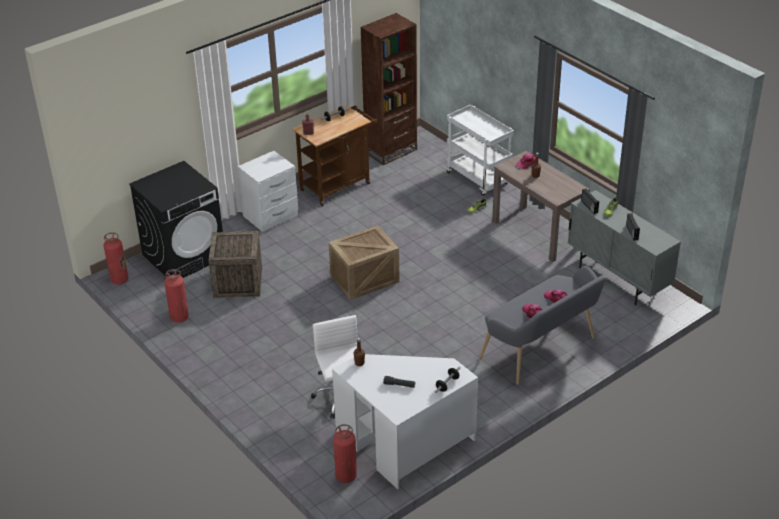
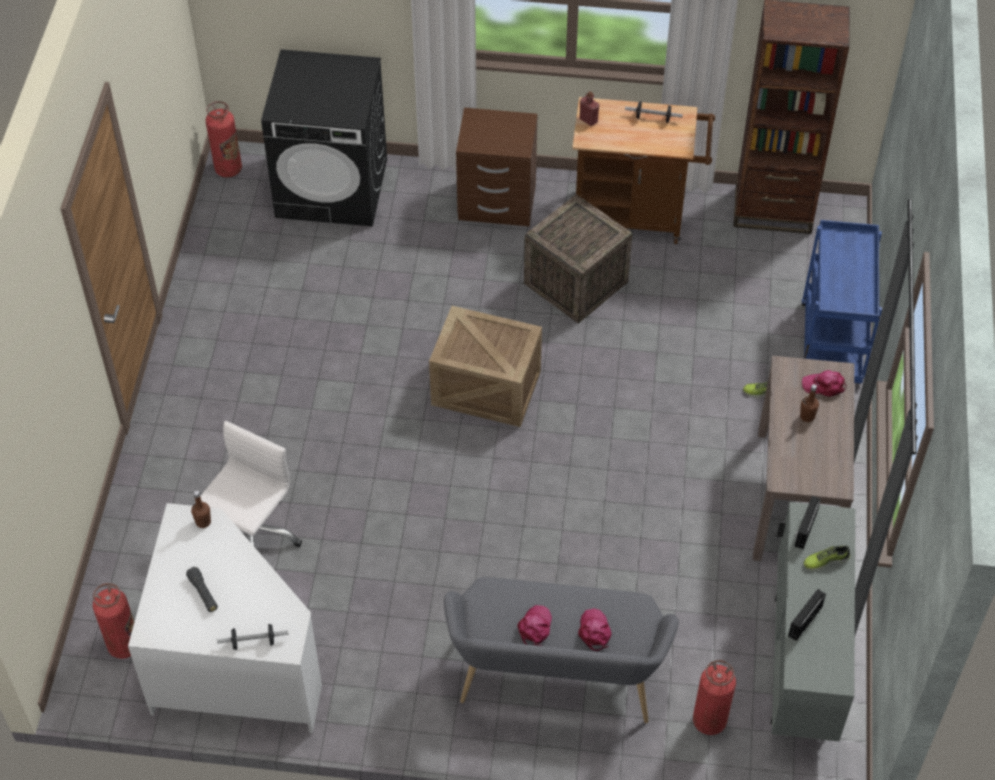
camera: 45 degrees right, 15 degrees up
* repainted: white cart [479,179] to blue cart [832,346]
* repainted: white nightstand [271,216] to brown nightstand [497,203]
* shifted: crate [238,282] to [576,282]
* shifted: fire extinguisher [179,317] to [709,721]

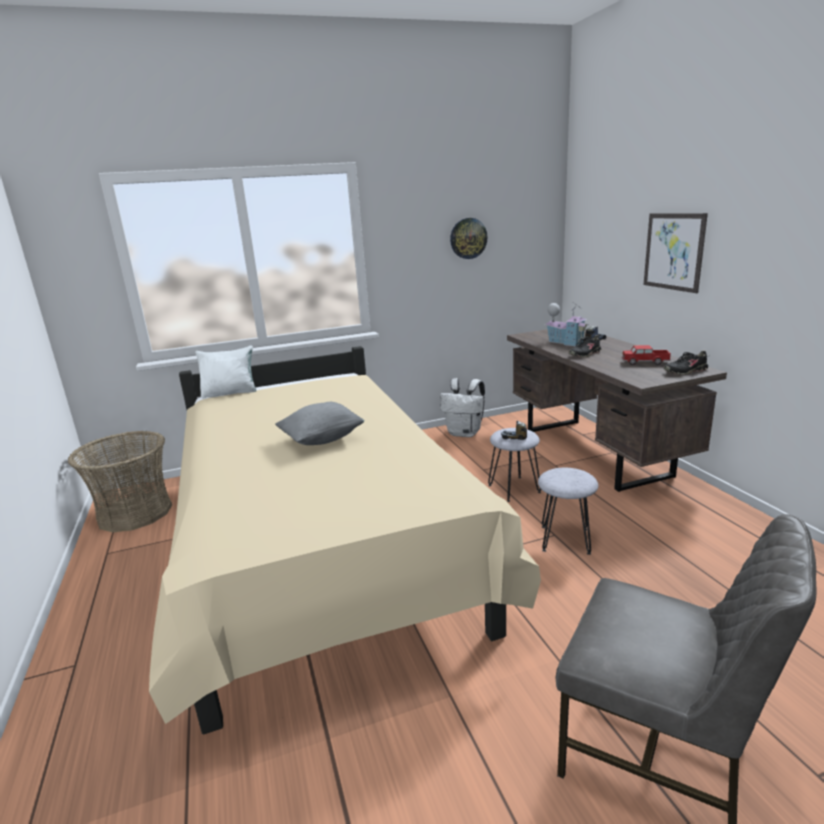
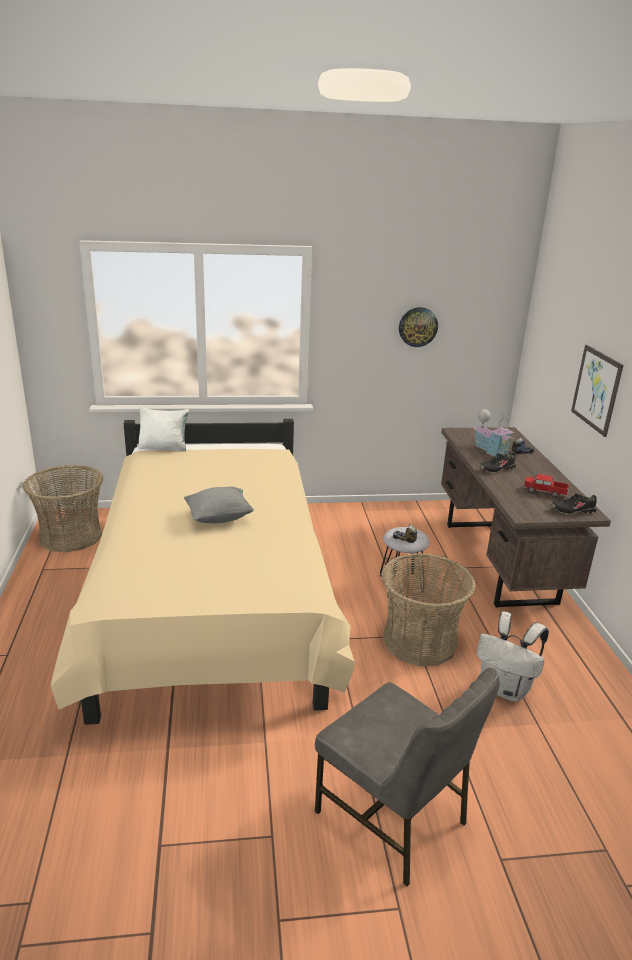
camera: 10 degrees right, 5 degrees up
* shifted: white backpack [465,433] to [505,689]
* swapped: grey stool [564,539] to basket [419,641]

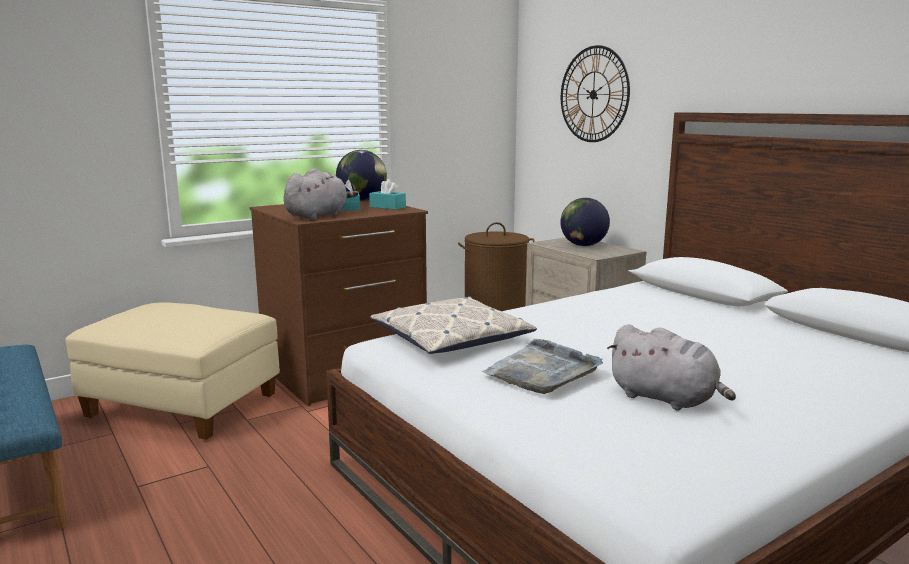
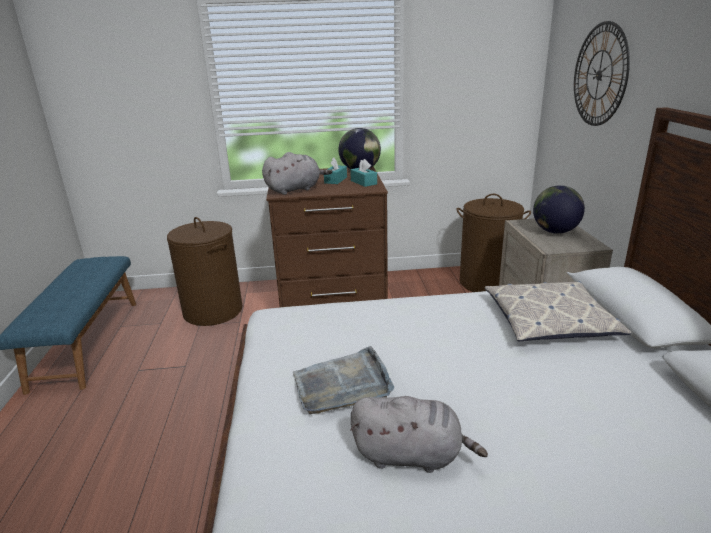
camera: 30 degrees right, 10 degrees up
* shifted: pillow [451,338] to [549,321]
* swapped: beige ottoman [184,406] to brown laundry basket [213,311]
* rotated: grey plush toy [666,399] = [411,455] 60 degrees counterclockwise

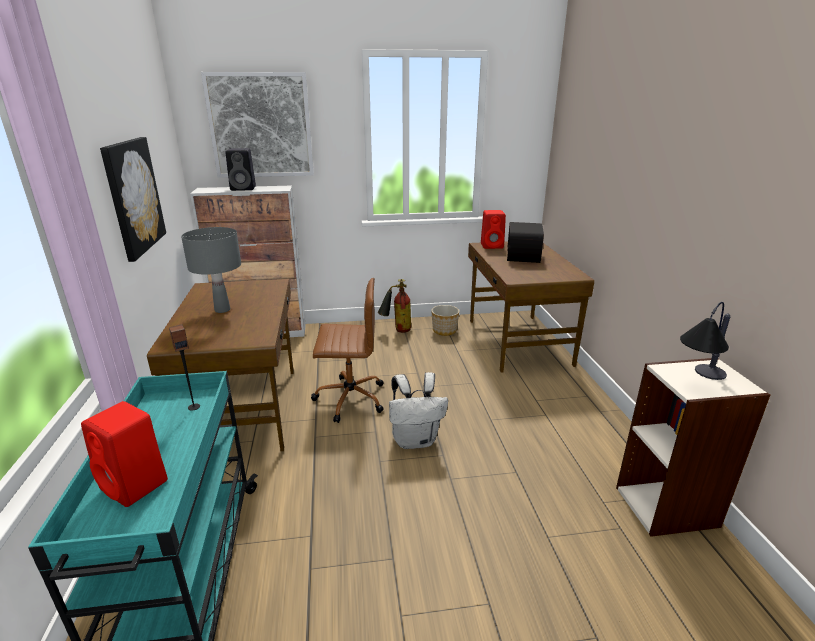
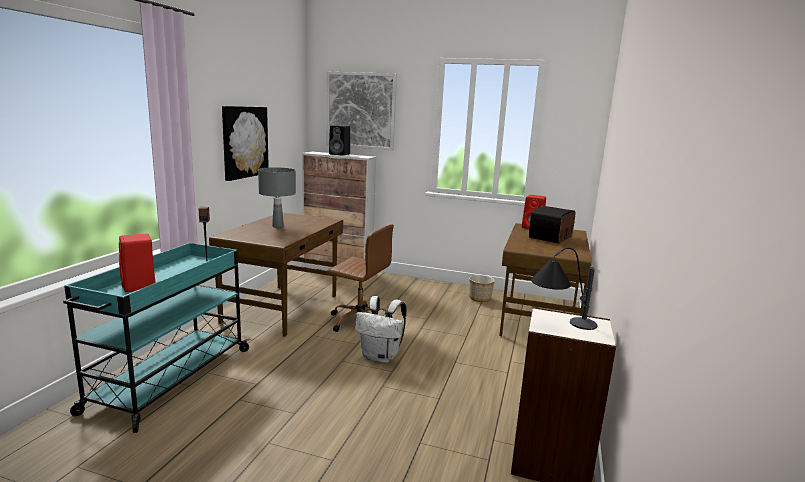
camera: 25 degrees right, 10 degrees down
* gone: fire extinguisher [396,330]

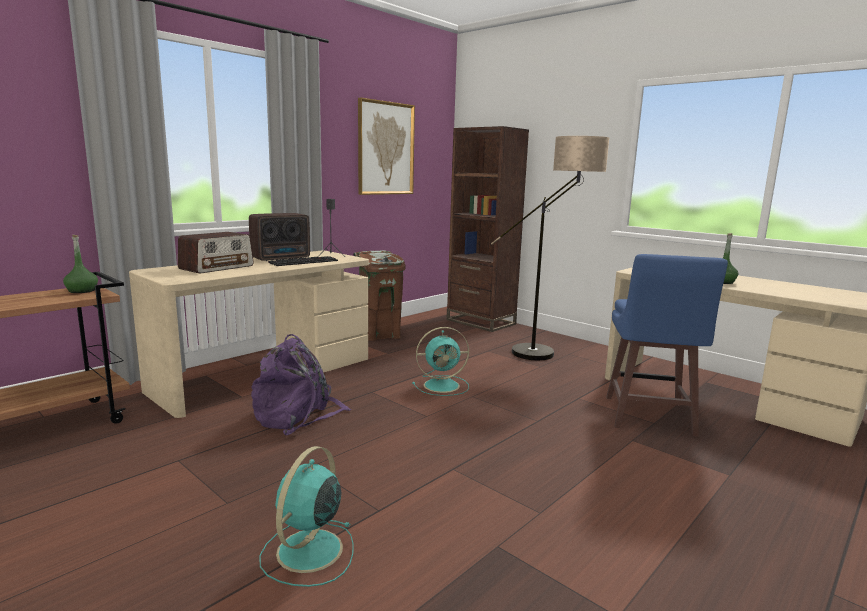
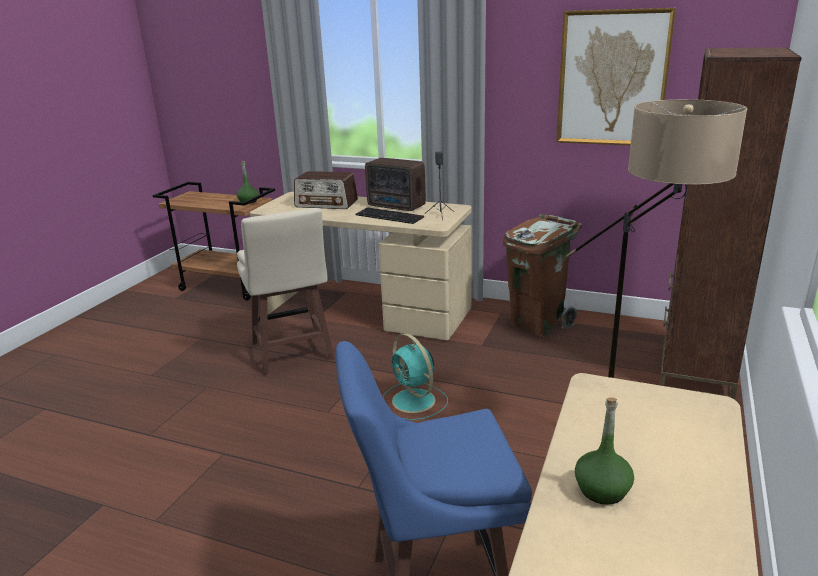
camera: 70 degrees right, 10 degrees up
* swapped: purple backpack [298,415] to beige stool [292,352]
* gone: turquoise fan [308,552]

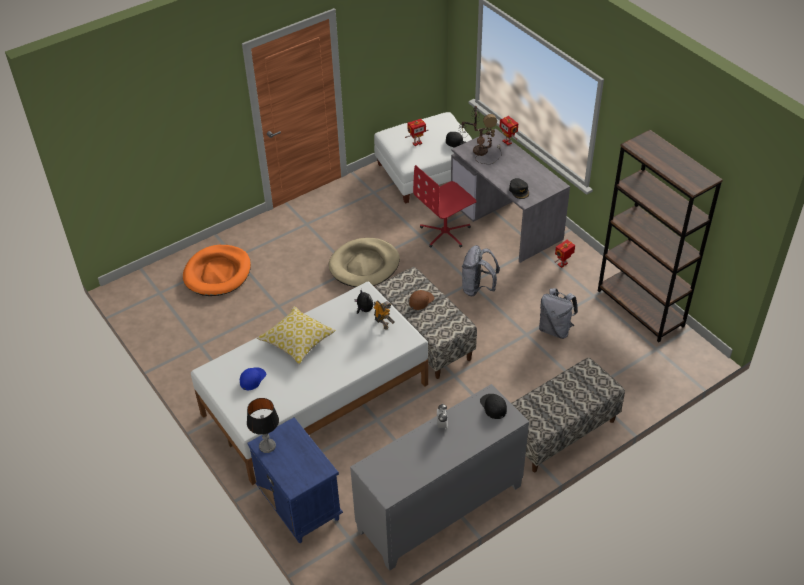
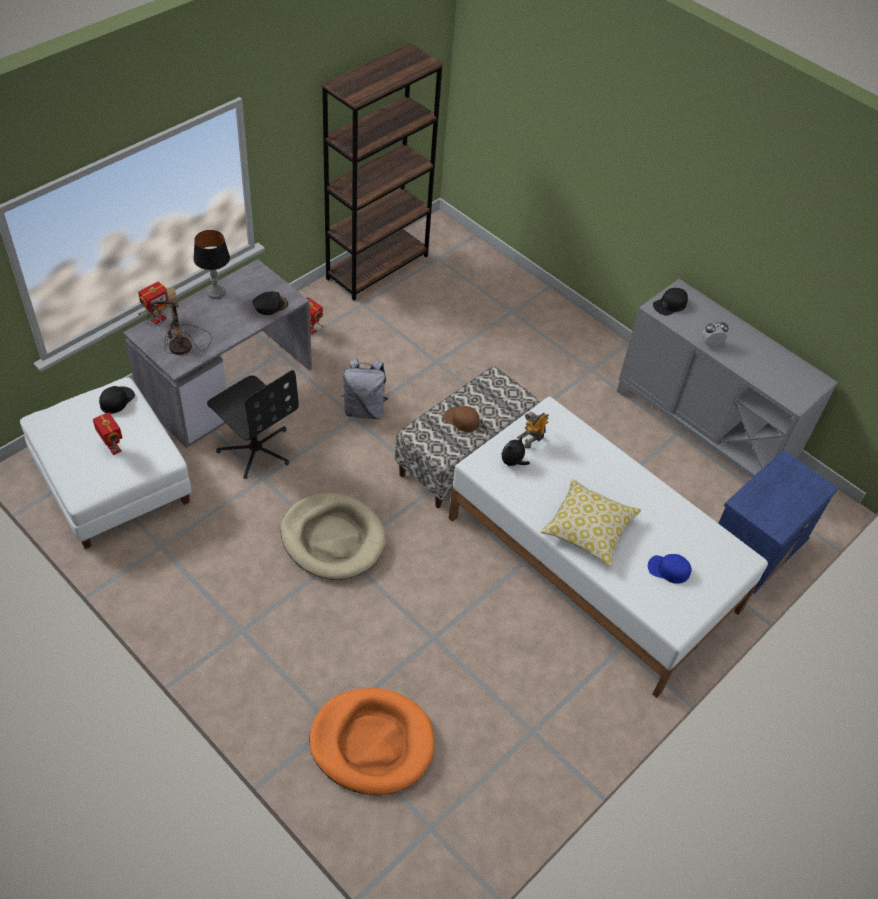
camera: 105 degrees left, 5 degrees up
* repainted: red office chair [445,233] to black office chair [256,449]
* gone: grey backpack [555,329]
* gone: bench [560,431]
* shifted: table lamp [267,446] to [216,292]

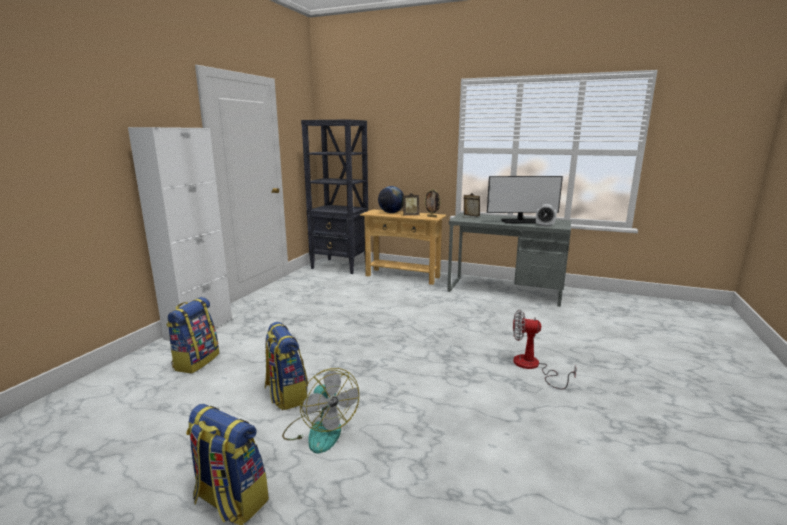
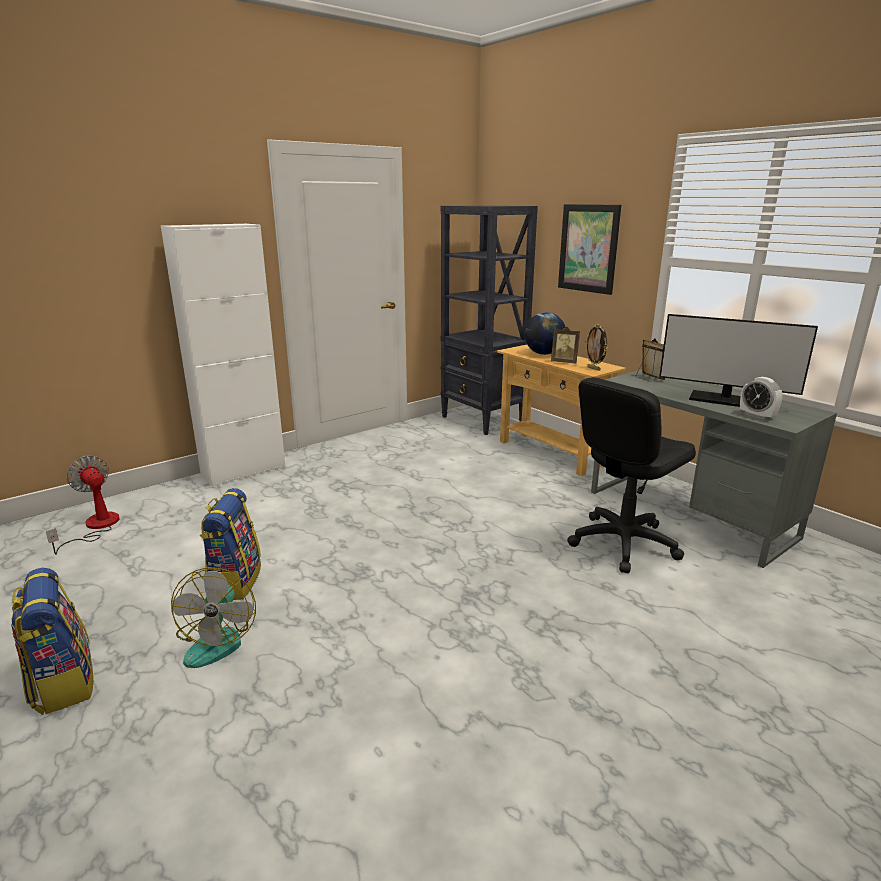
camera: 30 degrees right, 5 degrees up
* gone: backpack [196,361]
* shifted: fan [532,367] to [95,527]
* new: picture [588,248]
* new: black office chair [623,543]

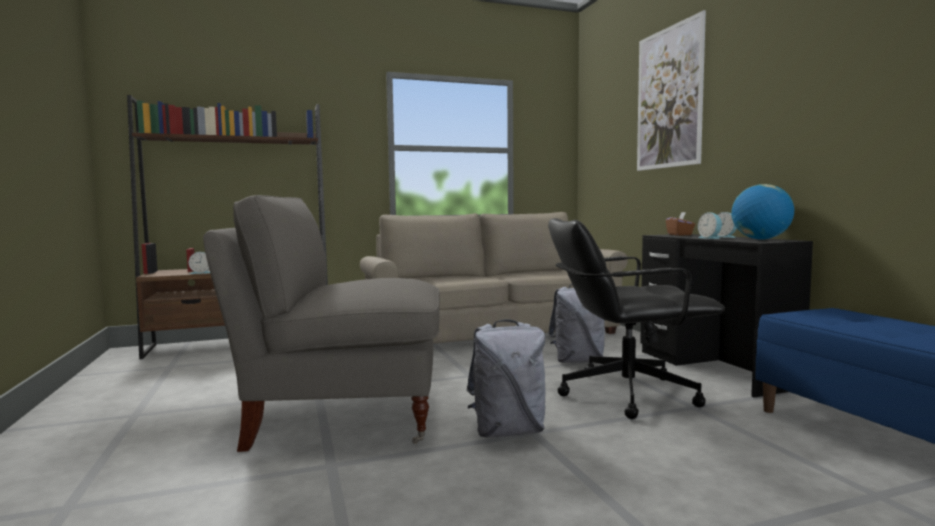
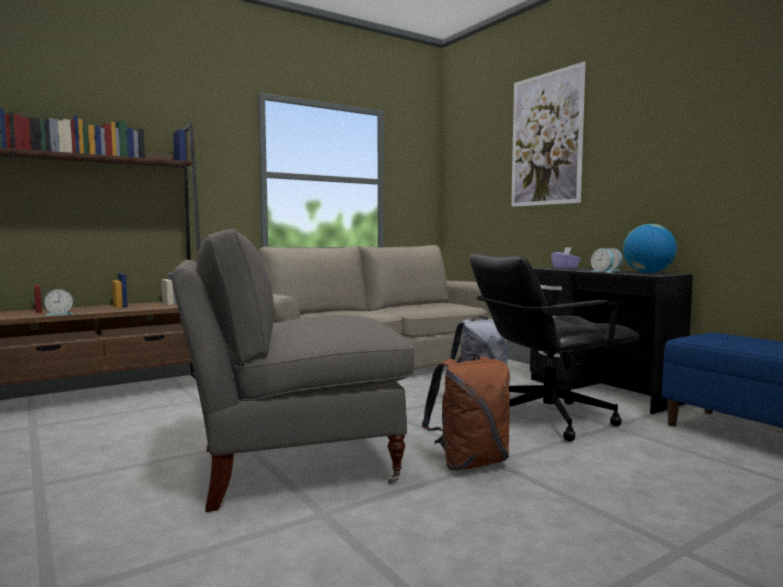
camera: 15 degrees left, 0 degrees up
* repainted: brown tissue box [679,235] to purple tissue box [565,268]
* repainted: grey backpack [507,431] to brown backpack [469,463]

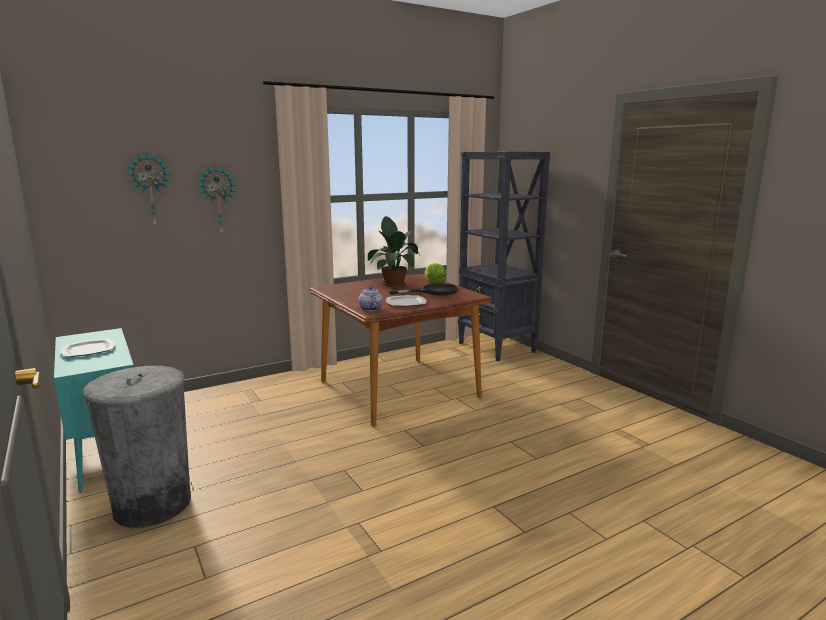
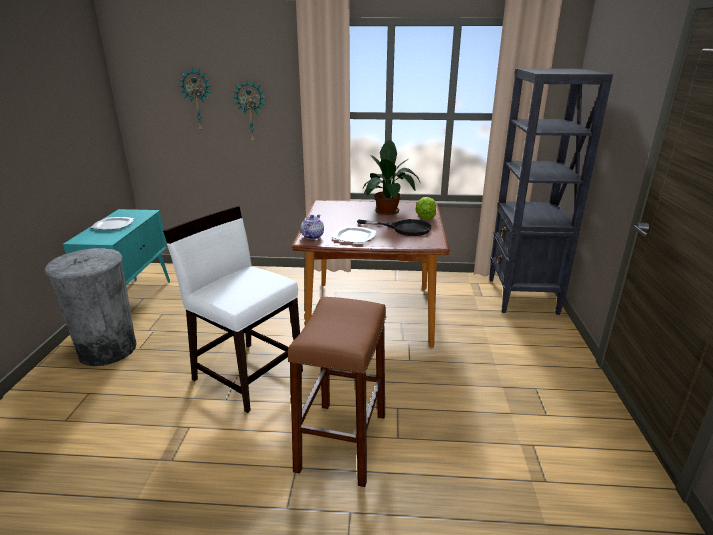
camera: 35 degrees right, 10 degrees up
* new: white chair [248,374]
* new: brown stool [342,442]

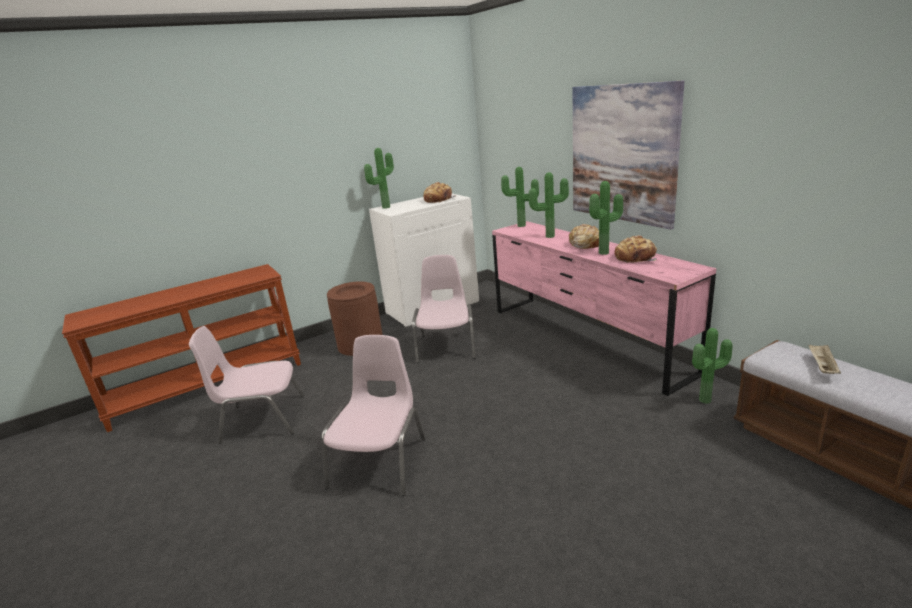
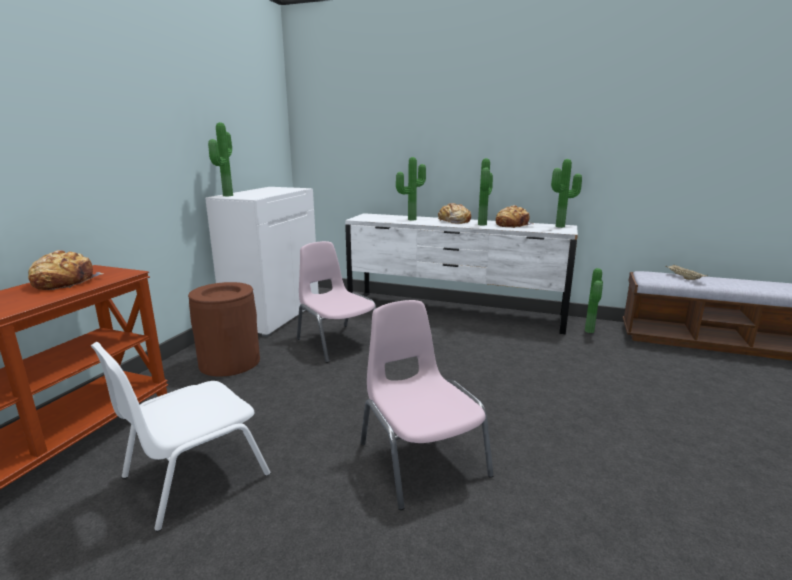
camera: 40 degrees left, 5 degrees down
* gone: picture [622,154]
* shifted: potted plant [521,226] to [561,227]
* shifted: bread [438,199] to [64,282]
* repainted: pink dresser [585,339] to white dresser [453,312]
* repainted: pink chair [262,419] to white chair [193,476]

